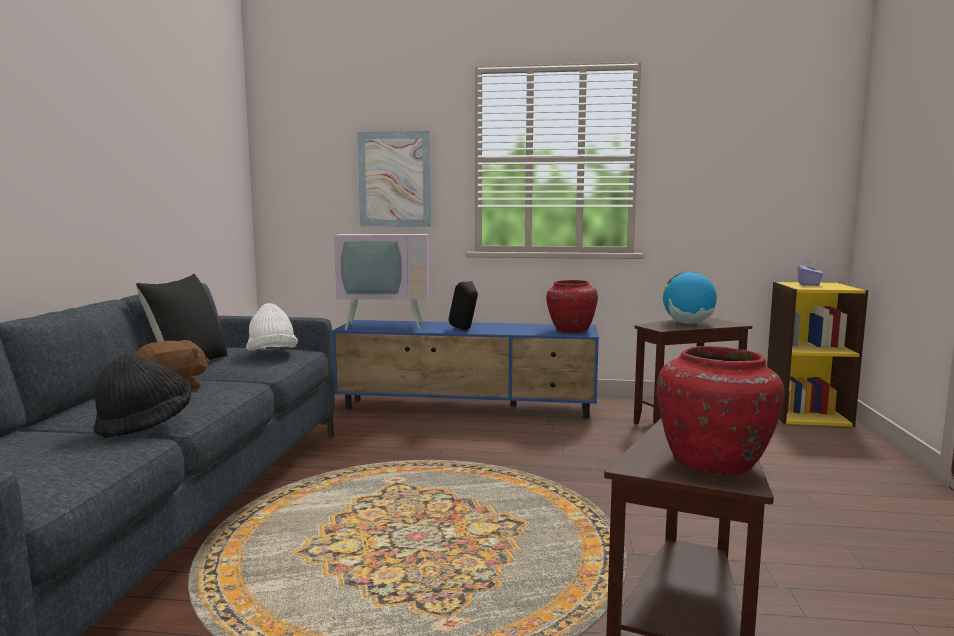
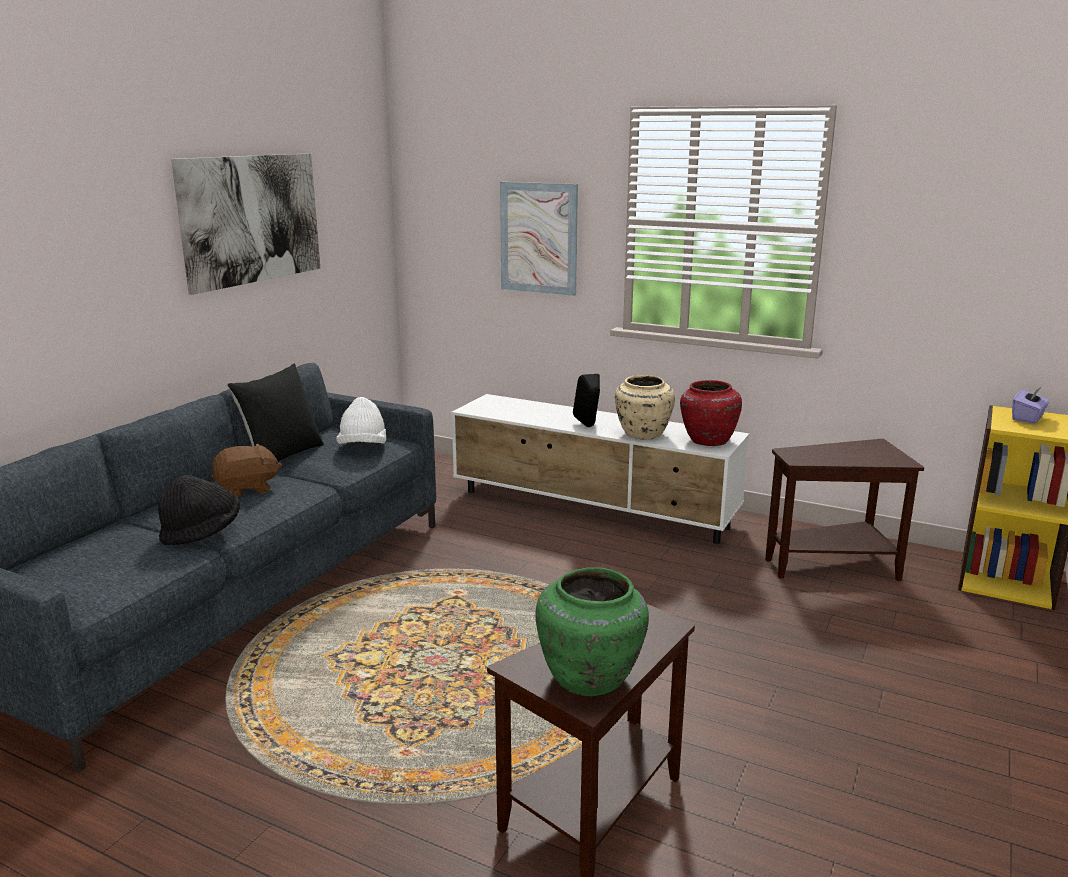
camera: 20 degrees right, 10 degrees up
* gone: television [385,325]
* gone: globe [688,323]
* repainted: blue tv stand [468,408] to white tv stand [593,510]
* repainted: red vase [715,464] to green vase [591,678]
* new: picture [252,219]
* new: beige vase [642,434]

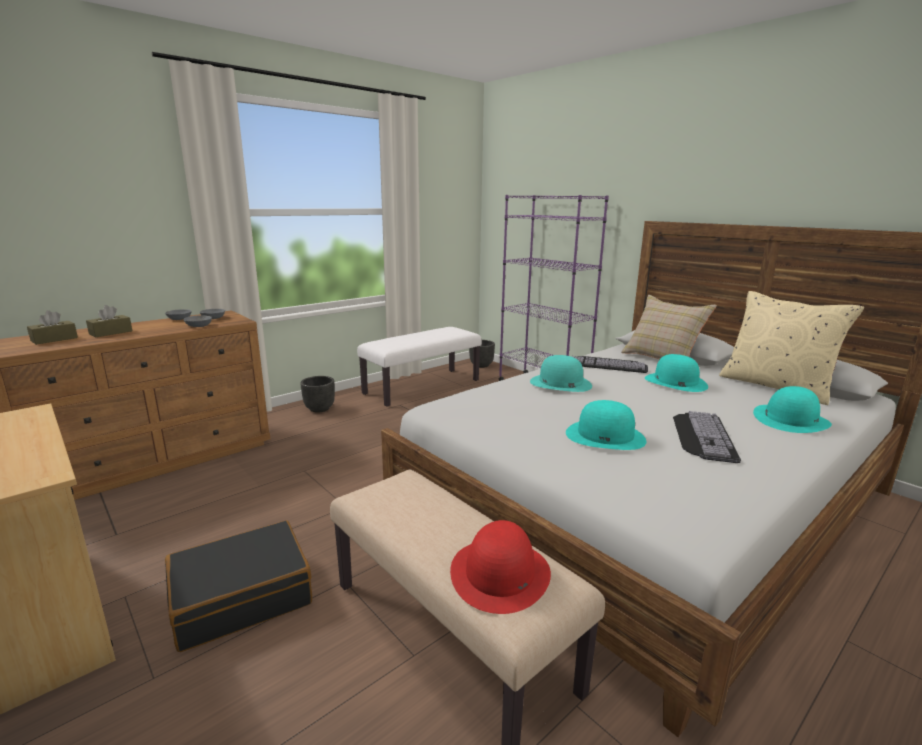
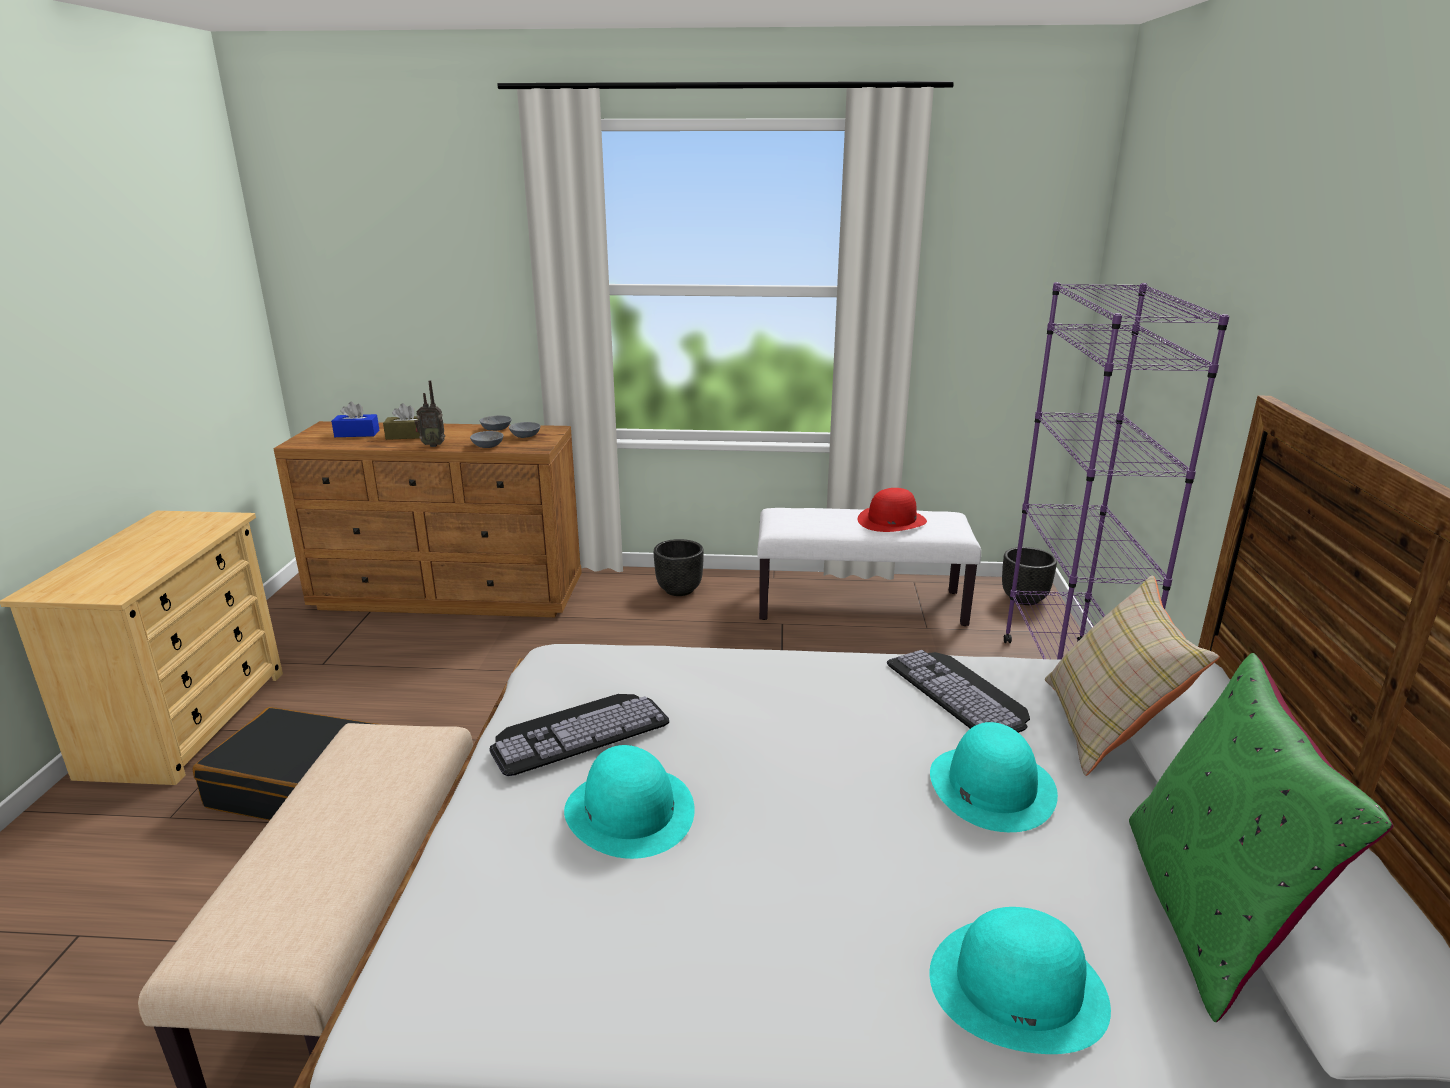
camera: 45 degrees right, 5 degrees up
* repainted: beige pillow [776,386] to green pillow [1209,913]
* repainted: brown tissue box [54,339] to blue tissue box [357,434]
* gone: turquoise hat [560,383]
* shifted: keyboard [701,435] to [578,729]
* shifted: red hat [500,574] to [891,520]
* new: radio [432,445]

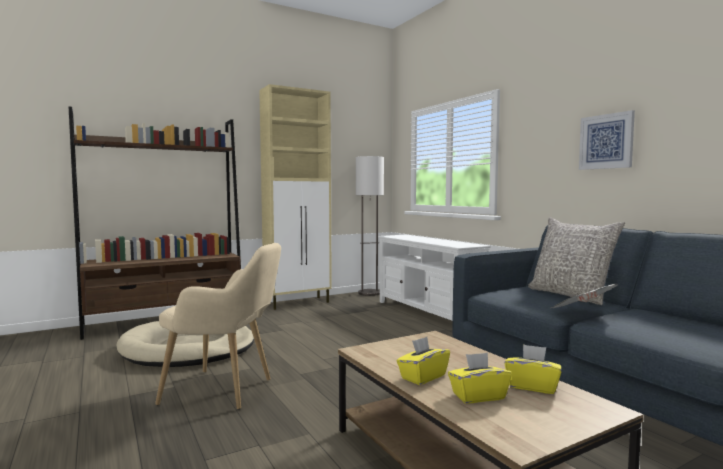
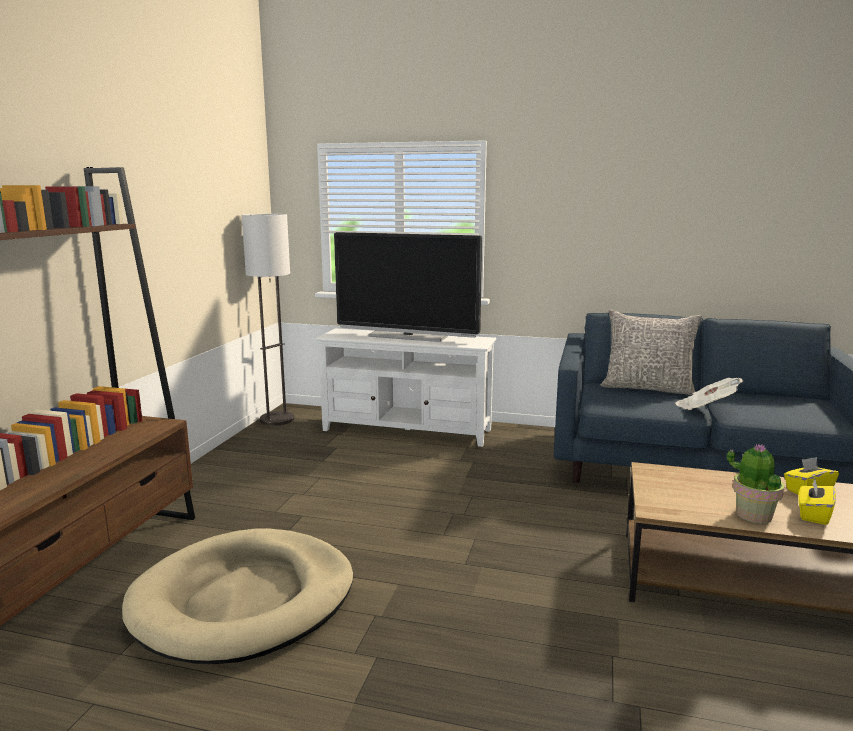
camera: 45 degrees left, 10 degrees up
* gone: beige cabinet [298,303]
* gone: picture [606,141]
* gone: beige armchair [225,391]
* swapped: yellow tissue box [422,377] to potted plant [753,515]
* new: television [408,336]

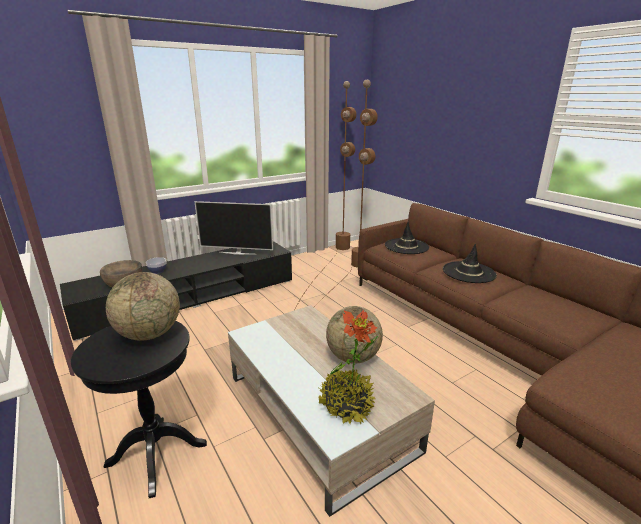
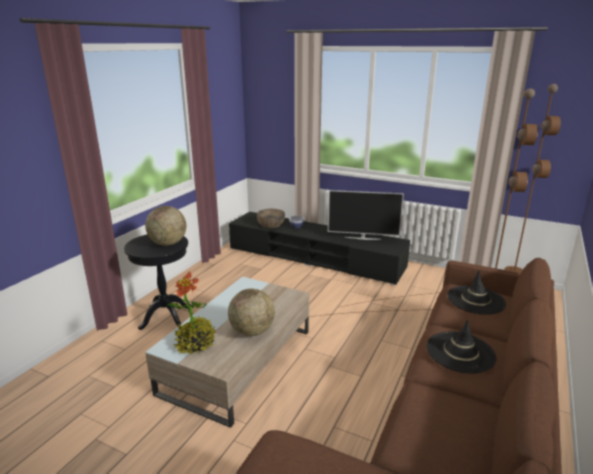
camera: 60 degrees right, 0 degrees up
* rotated: television [238,253] = [363,238] 60 degrees counterclockwise

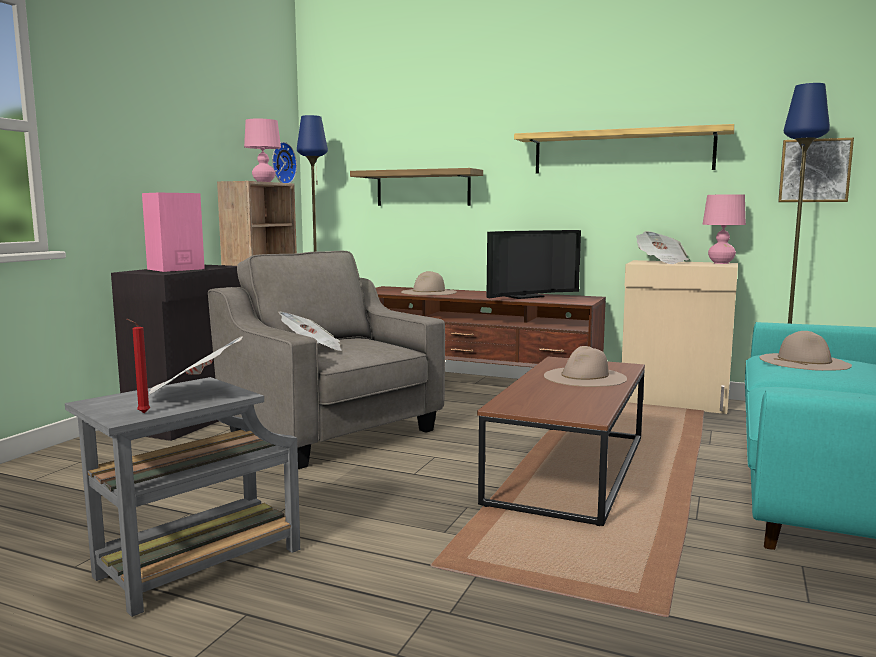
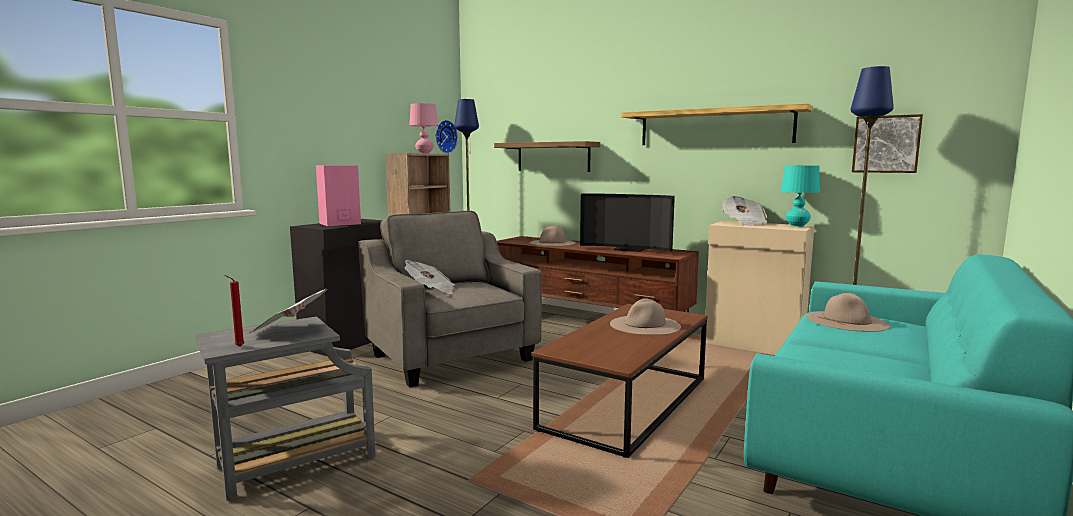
camera: 10 degrees right, 0 degrees up
* repainted: pink table lamp [721,263] to turquoise table lamp [797,225]
* rotated: television [525,297] = [628,249] 45 degrees clockwise

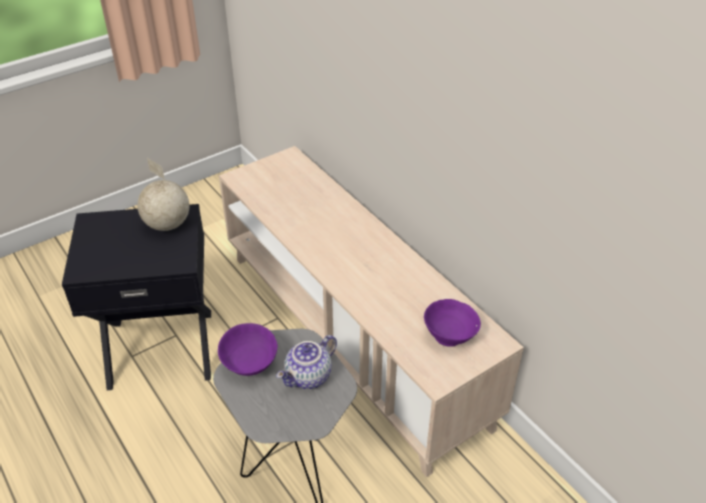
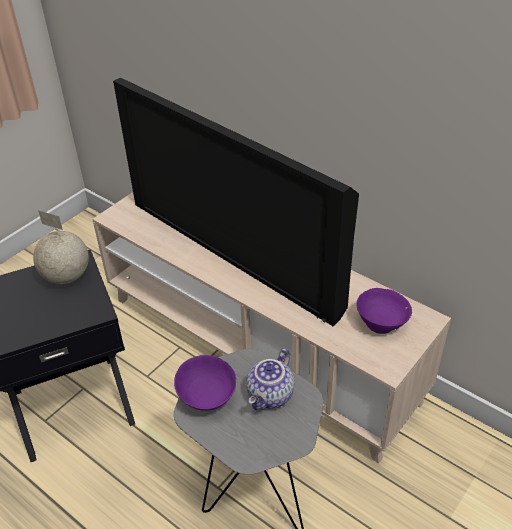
camera: 15 degrees left, 0 degrees up
* new: television [236,251]

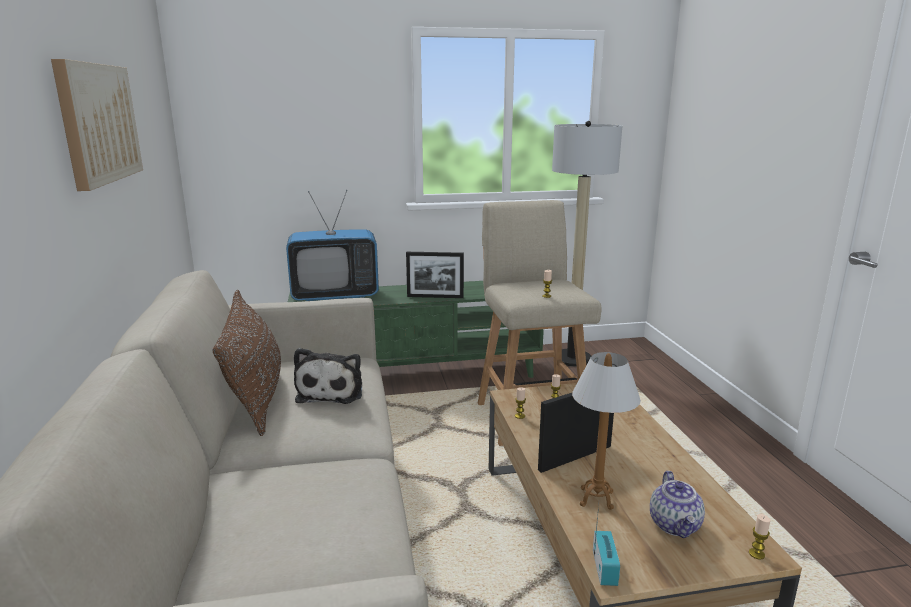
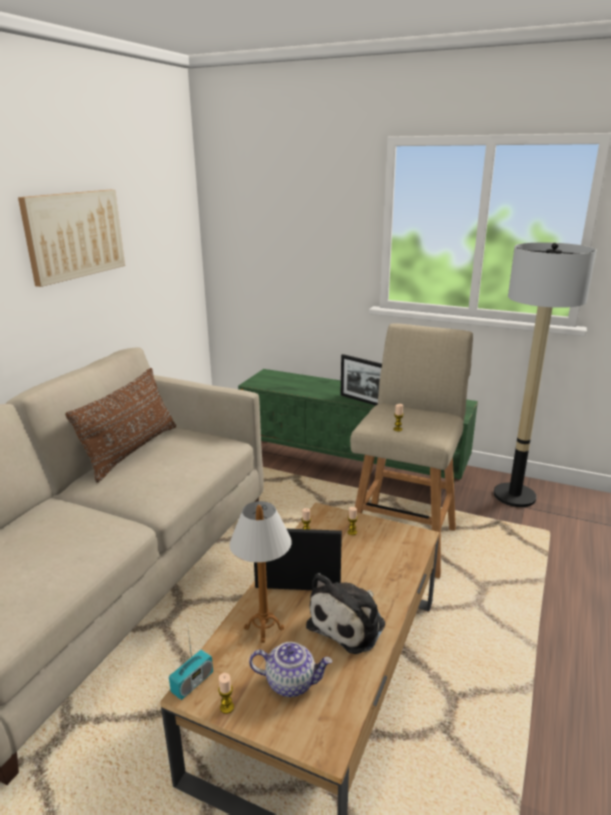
camera: 35 degrees right, 5 degrees up
* gone: television [335,295]
* shifted: plush toy [332,391] to [349,623]
* rotated: teapot [675,525] = [291,682] 120 degrees counterclockwise
* shifted: candle [756,554] to [227,707]

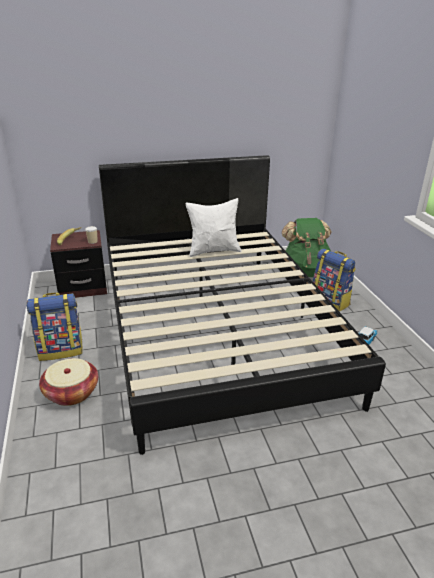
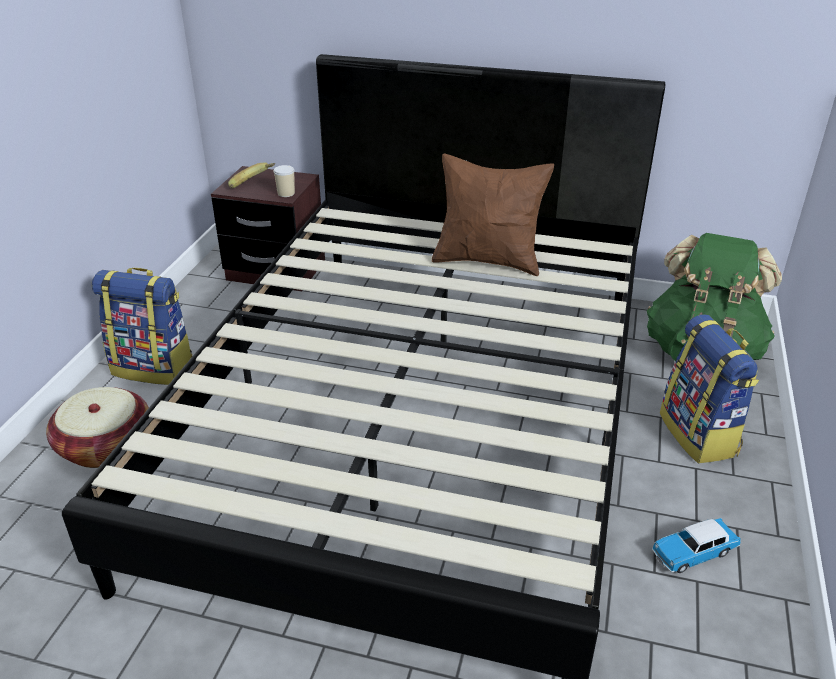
camera: 30 degrees right, 5 degrees up
* repainted: white pillow [213,251] to brown pillow [488,260]

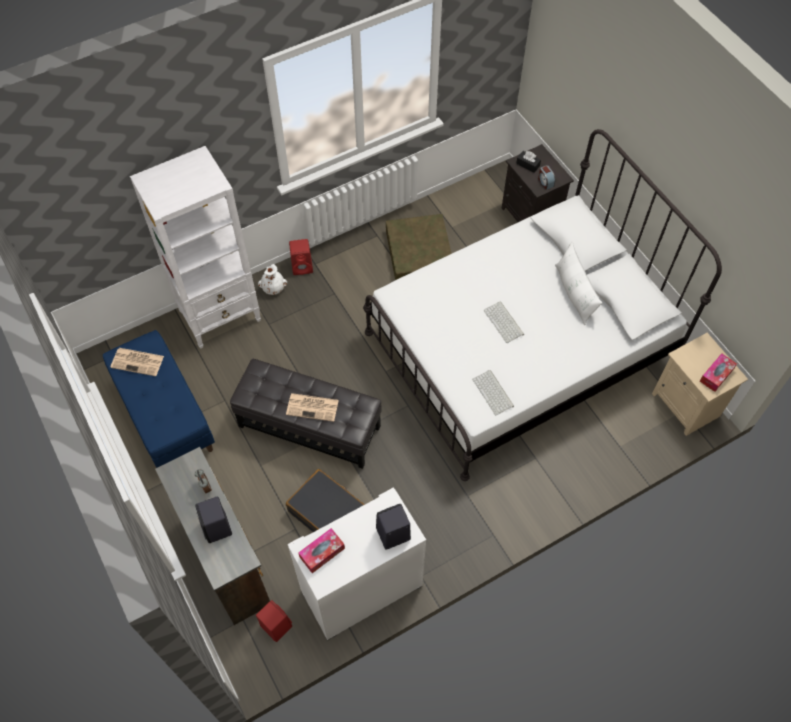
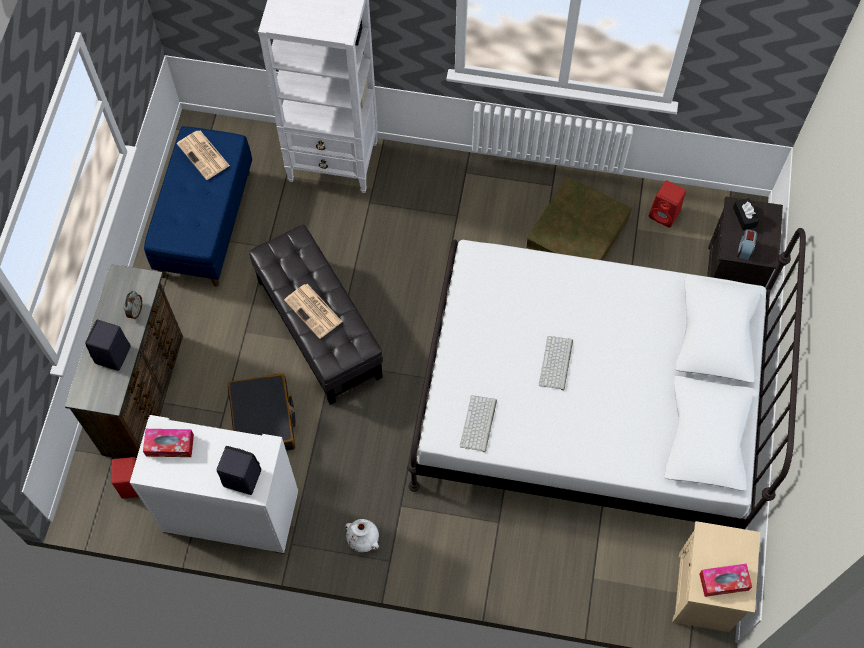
camera: 40 degrees right, 5 degrees up
* shifted: red speaker [303,267] to [665,214]
* gone: white pillow [574,293]
* shifted: white vase [273,288] to [363,539]

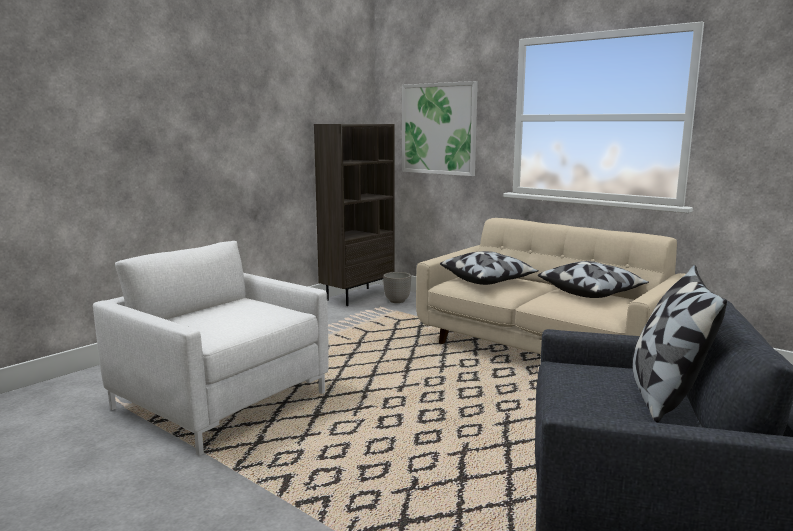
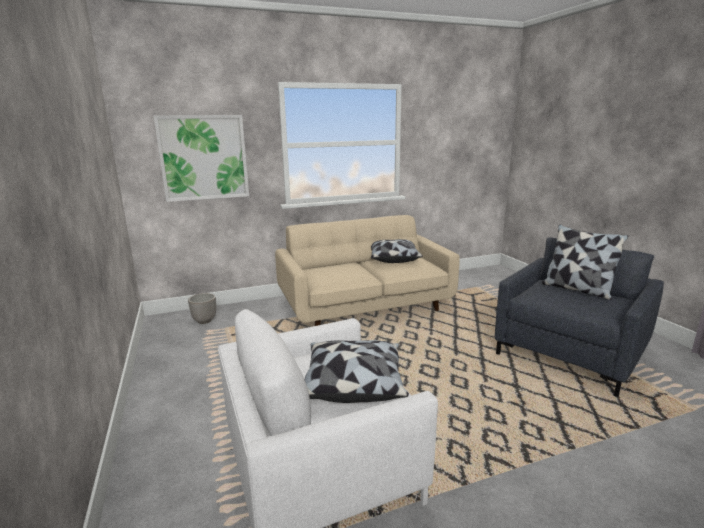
camera: 60 degrees left, 5 degrees up
* gone: brown bookcase [357,296]
* shifted: pillow [488,280] to [353,383]

